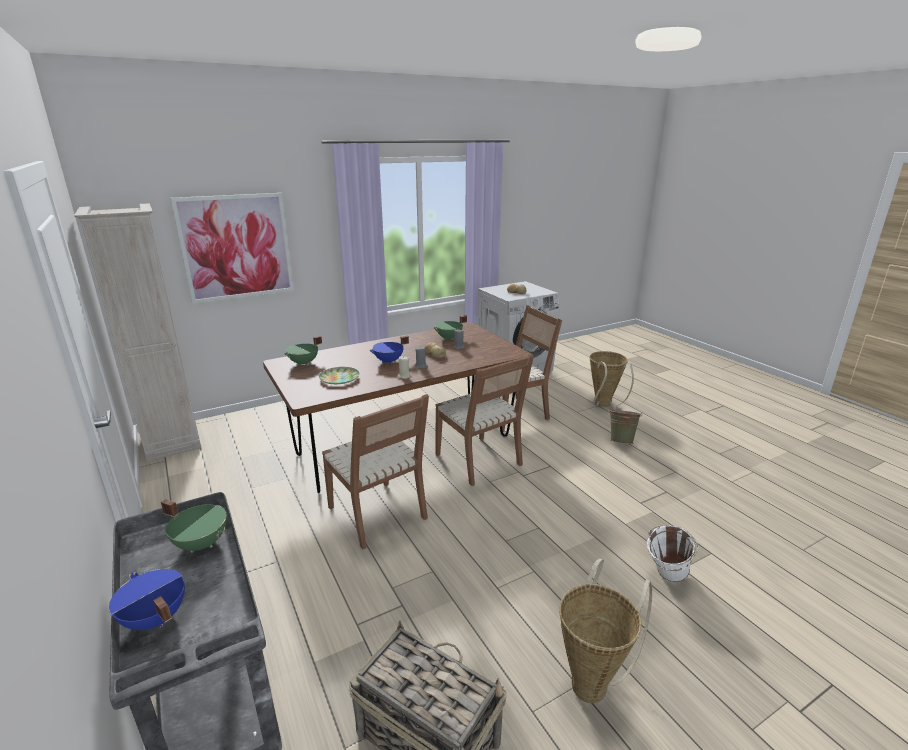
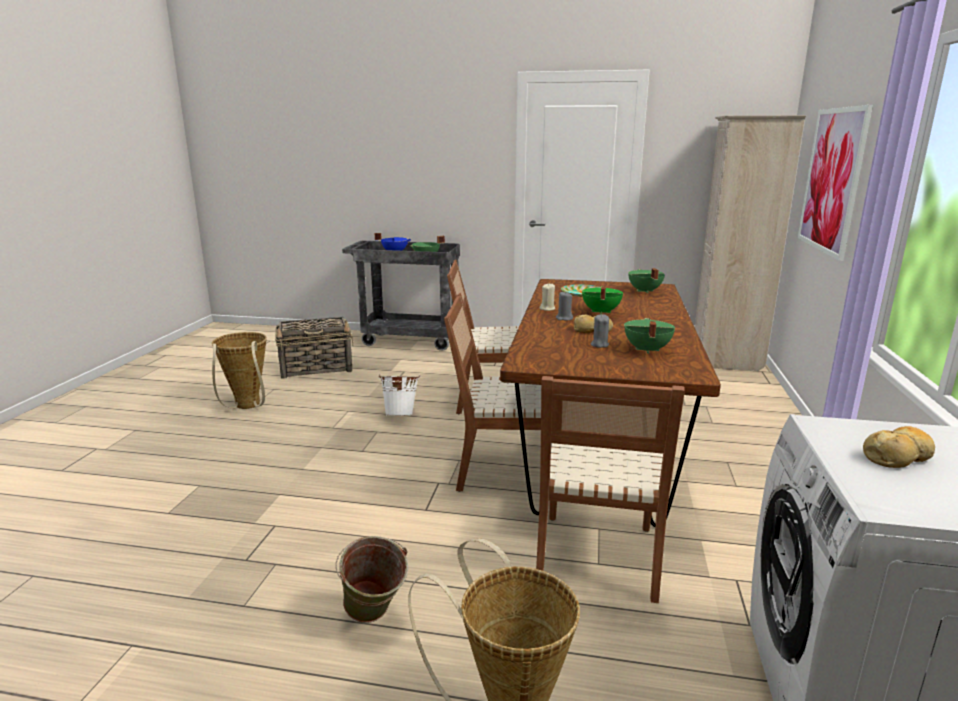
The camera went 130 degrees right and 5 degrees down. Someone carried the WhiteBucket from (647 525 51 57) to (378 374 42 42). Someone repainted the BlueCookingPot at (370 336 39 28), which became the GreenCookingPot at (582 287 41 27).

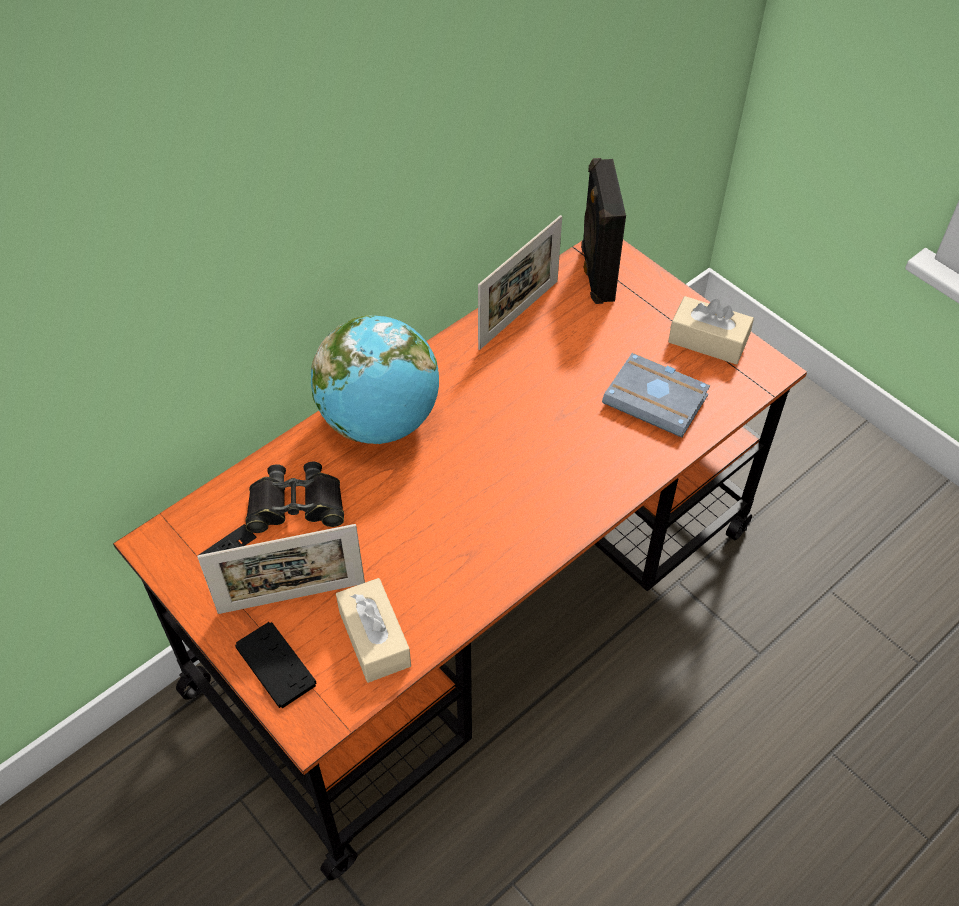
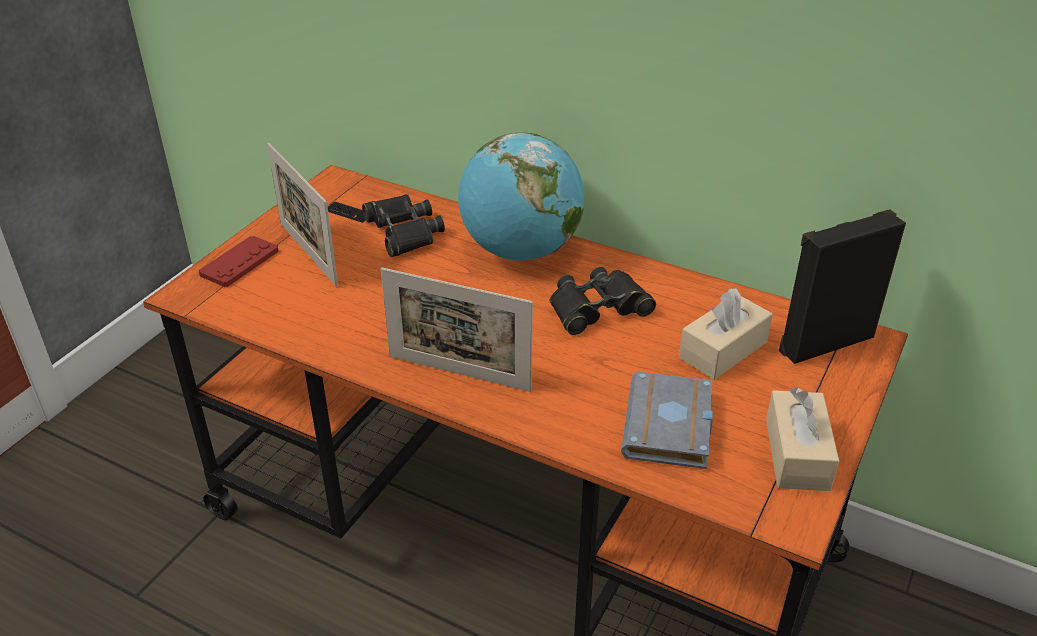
The camera went 70 degrees right and 15 degrees down. Someone repainted the BlackGameController at (235 622 81 86), which became the RedGameController at (199 236 80 51). Someone carried the PictureFrame from (478 215 84 135) to (381 268 152 124). Someone put down the BlackBinoculars at (550 267 106 68). Someone carried the BeigeTissueBox from (336 578 75 105) to (679 288 94 92).

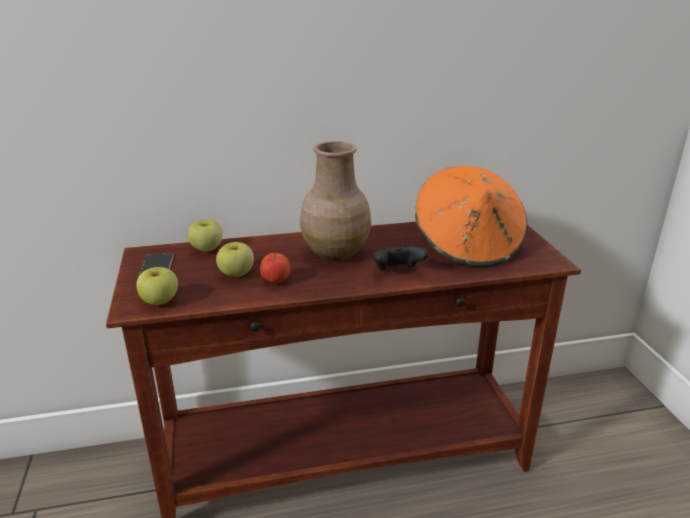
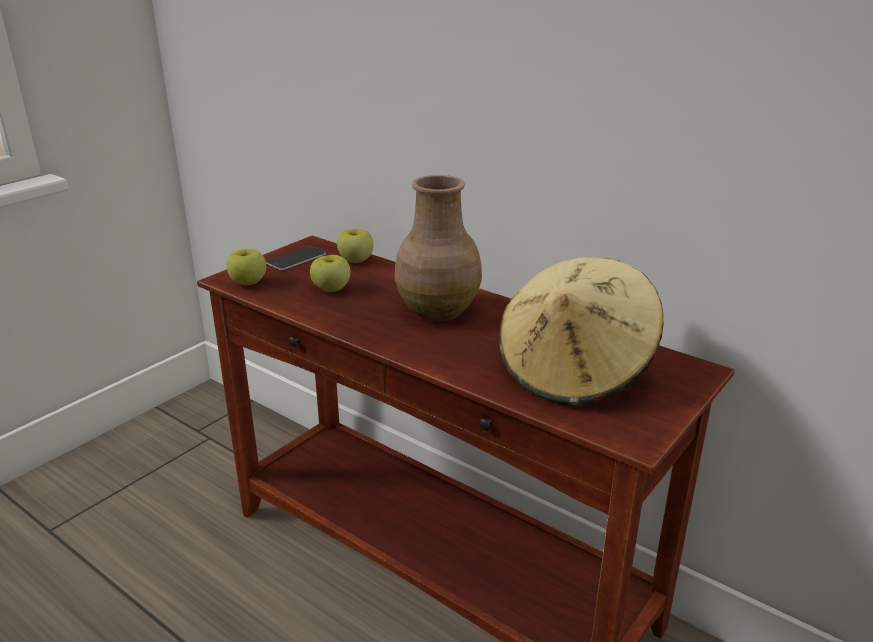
The camera went 50 degrees right and 0 degrees up. Someone repainted the OrangeHat at (415 166 113 101), which became the BeigeHat at (499 257 164 149). Someone took away the Apple at (260 253 31 31). Someone took away the BlackGameController at (373 244 55 26).

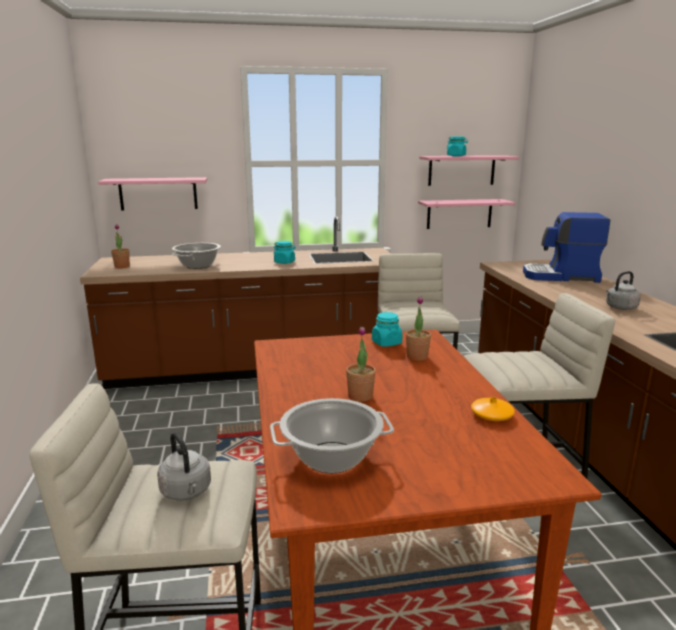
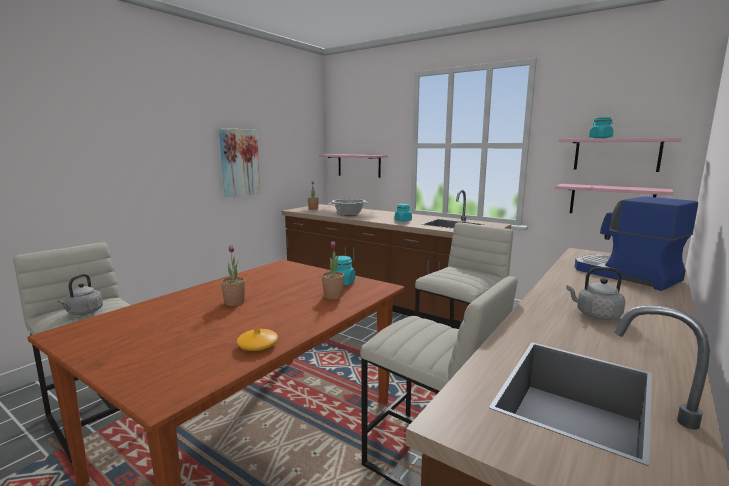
The camera went 45 degrees right and 5 degrees down. Someone put up the Picture at (219 128 42 70). Someone took away the CookingPot at (270 398 124 75).

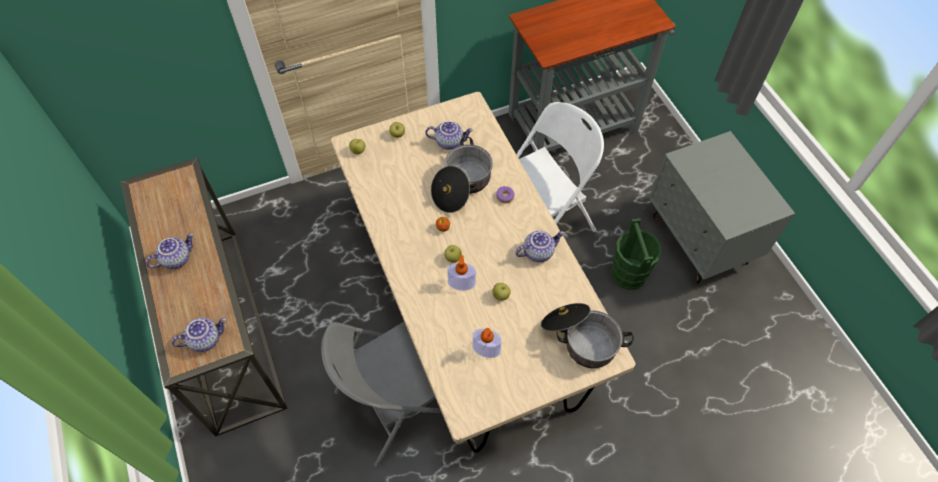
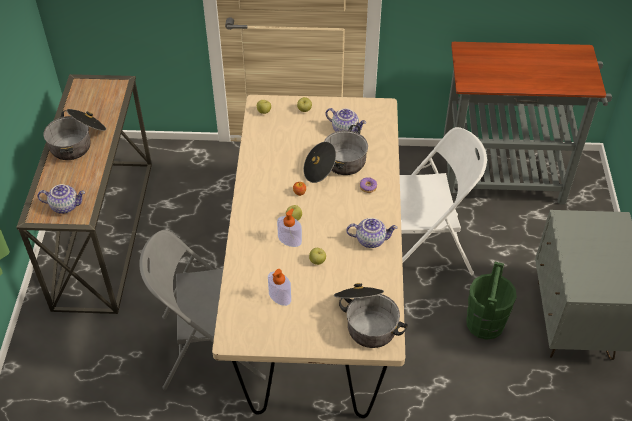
The camera went 25 degrees right and 10 degrees down. Someone swapped the Teapot at (146 233 48 36) for the CookingPot at (43 109 63 51).

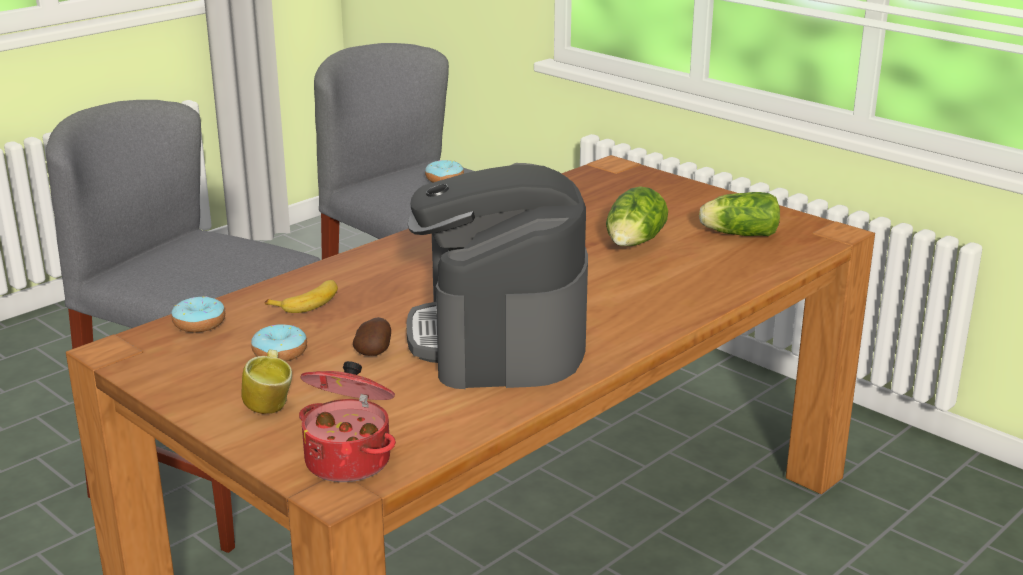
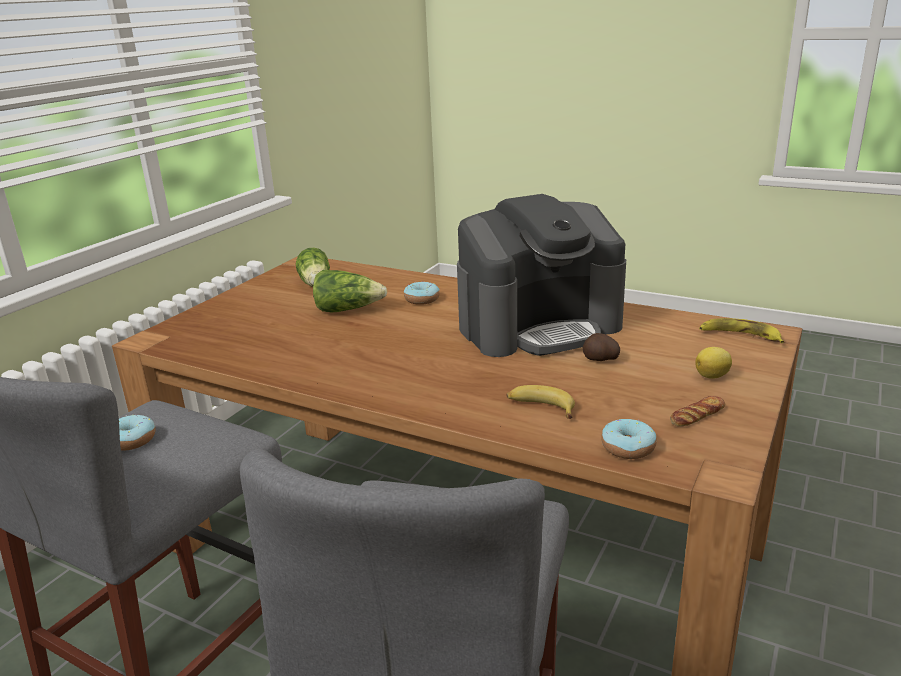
The camera went 105 degrees left and 0 degrees up. Someone carried the Donut from (251 324 56 38) to (404 281 36 24). Someone put down the Bread at (670 396 55 31). Someone swapped the Mug at (241 349 51 65) for the Lemon at (695 347 37 32). Someone swapped the CookingPot at (299 361 97 121) for the Banana at (699 318 85 25).

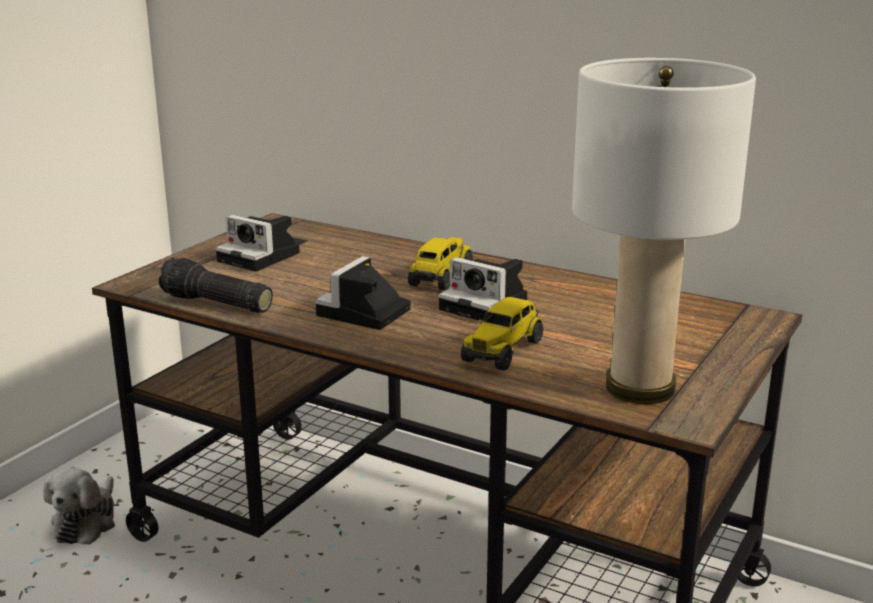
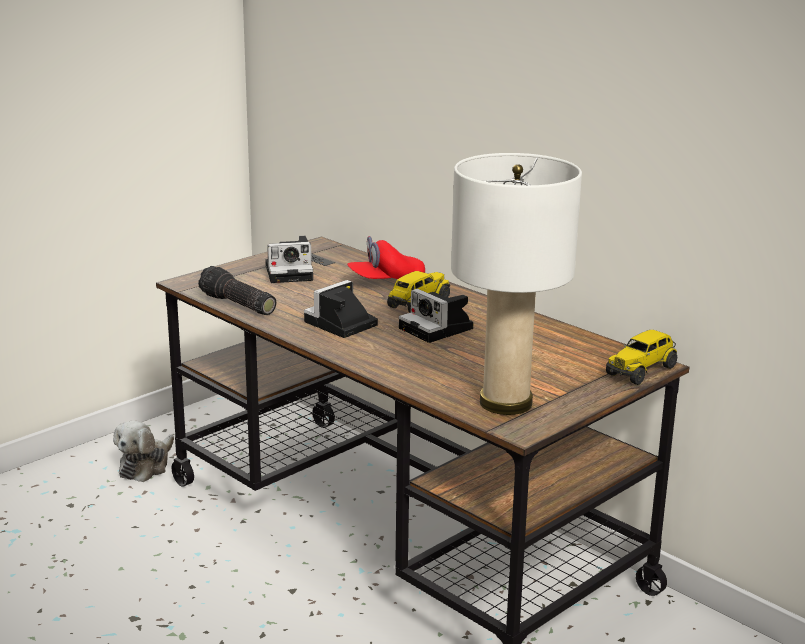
The camera went 15 degrees right and 0 degrees up. Someone rotated the PhotoCamera at (216 215 84 57) by 60 degrees counterclockwise. Someone put down the RedCap at (347 236 78 43). Someone carried the ToyTruck from (461 297 82 74) to (606 330 71 55).

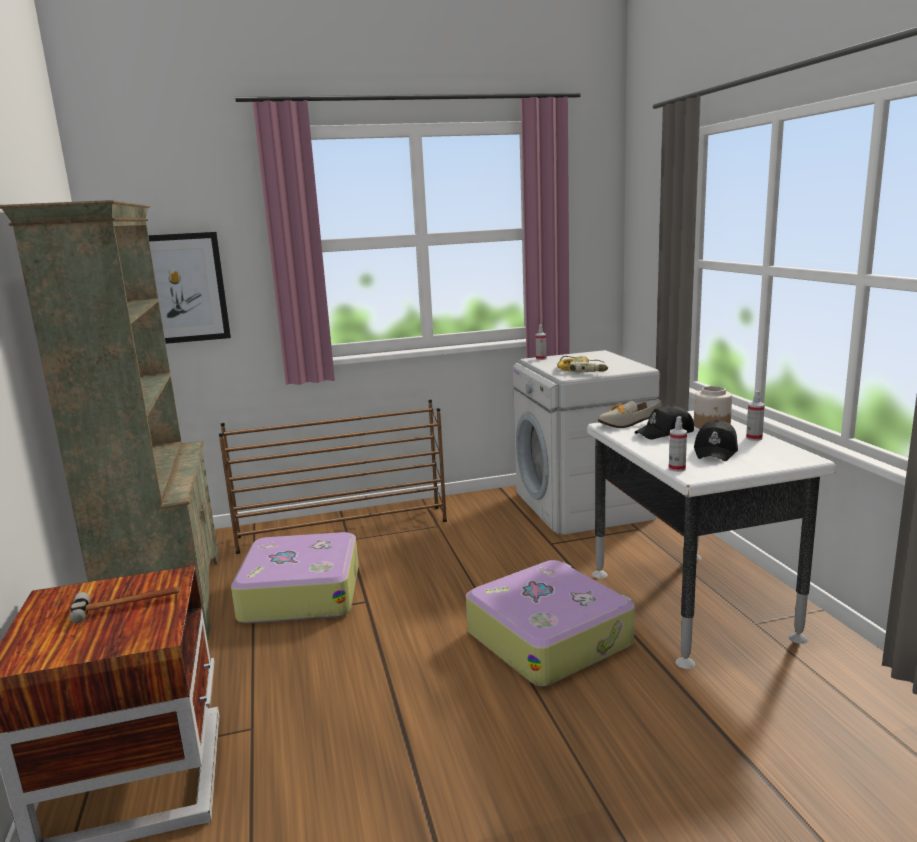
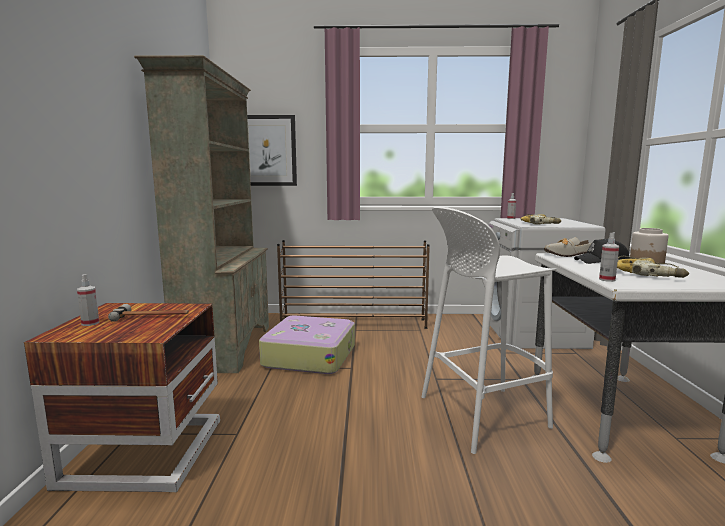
The camera went 15 degrees right and 5 degrees down. Someone carried the SprayBottle from (746 391 19 50) to (77 274 22 52). Someone swapped the Suitcase at (466 560 169 126) for the WhiteStool at (422 207 135 247). Someone swapped the BlackCap at (694 420 44 41) for the PowerDrill at (617 256 72 22).

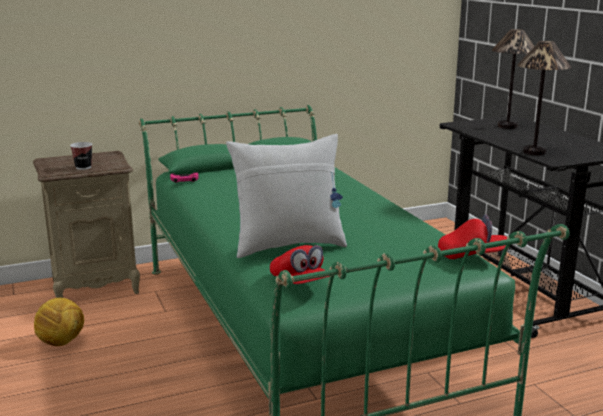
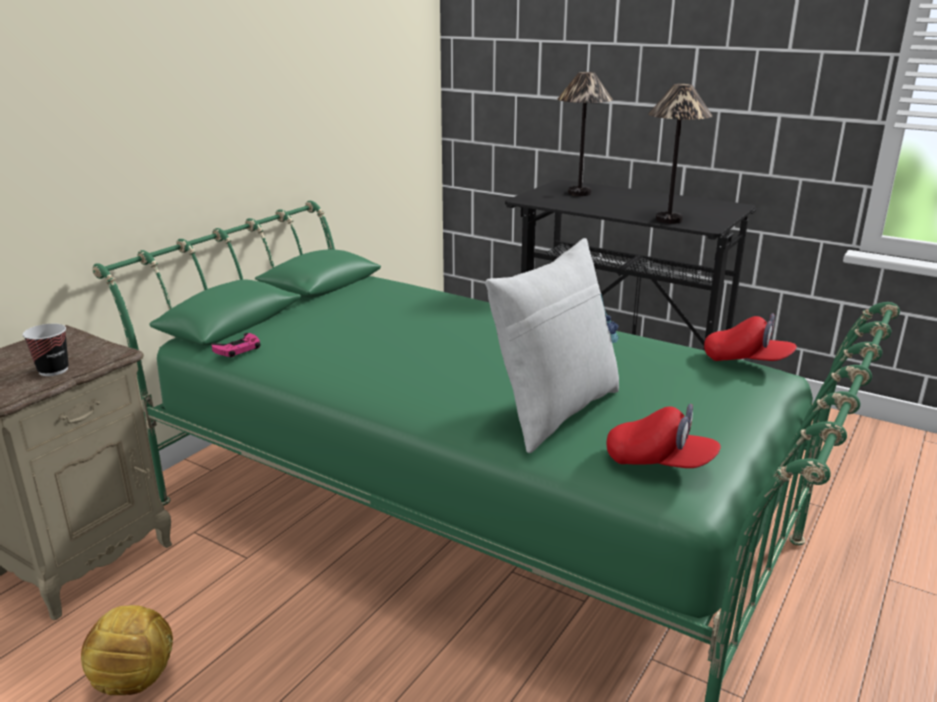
The camera went 35 degrees left and 5 degrees up. Someone rotated the RedCap at (438 215 69 44) by 60 degrees clockwise.

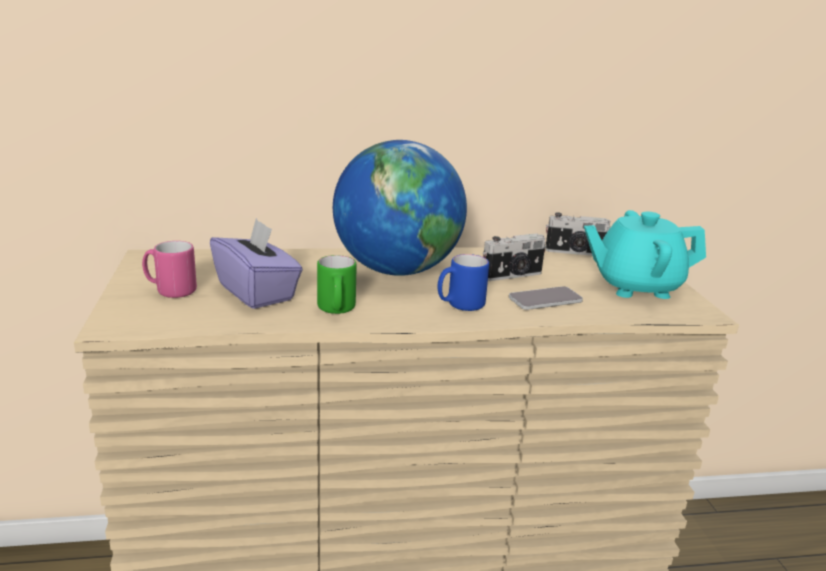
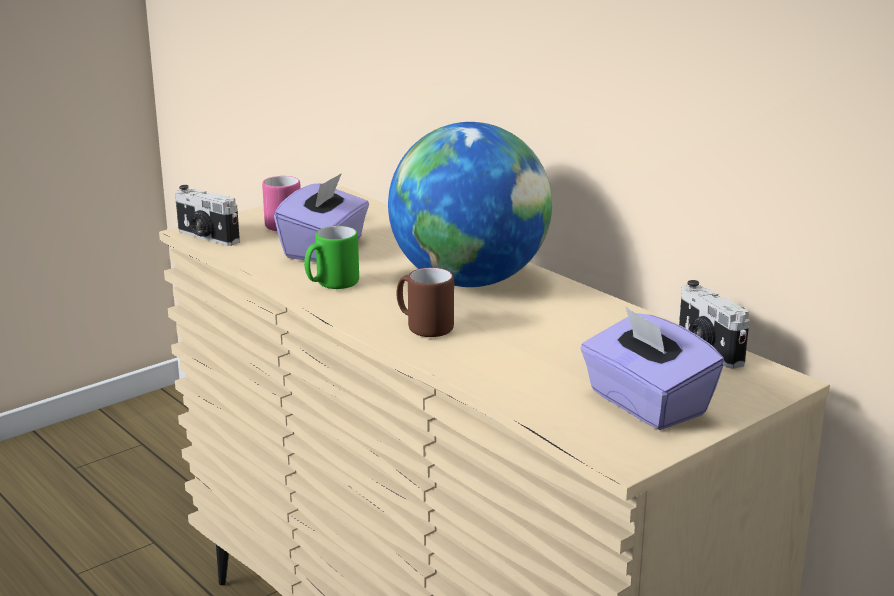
The camera went 60 degrees right and 0 degrees up. Someone carried the PhotoCamera from (483 233 63 48) to (175 185 65 61). Someone repainted the BlueMug at (437 254 52 57), which became the BrownMug at (396 268 58 69). Someone swapped the TurquoiseTeapot at (584 210 122 89) for the PurpleTissueBox at (580 306 145 124). Someone took away the Phone at (509 286 74 24).

